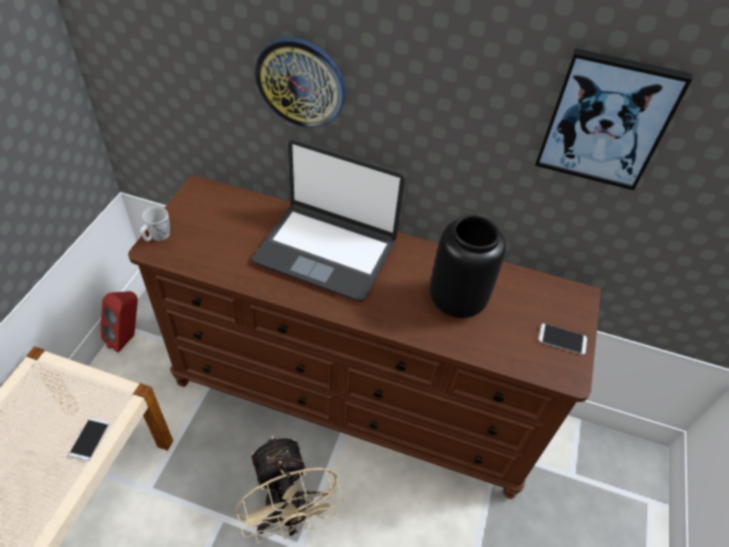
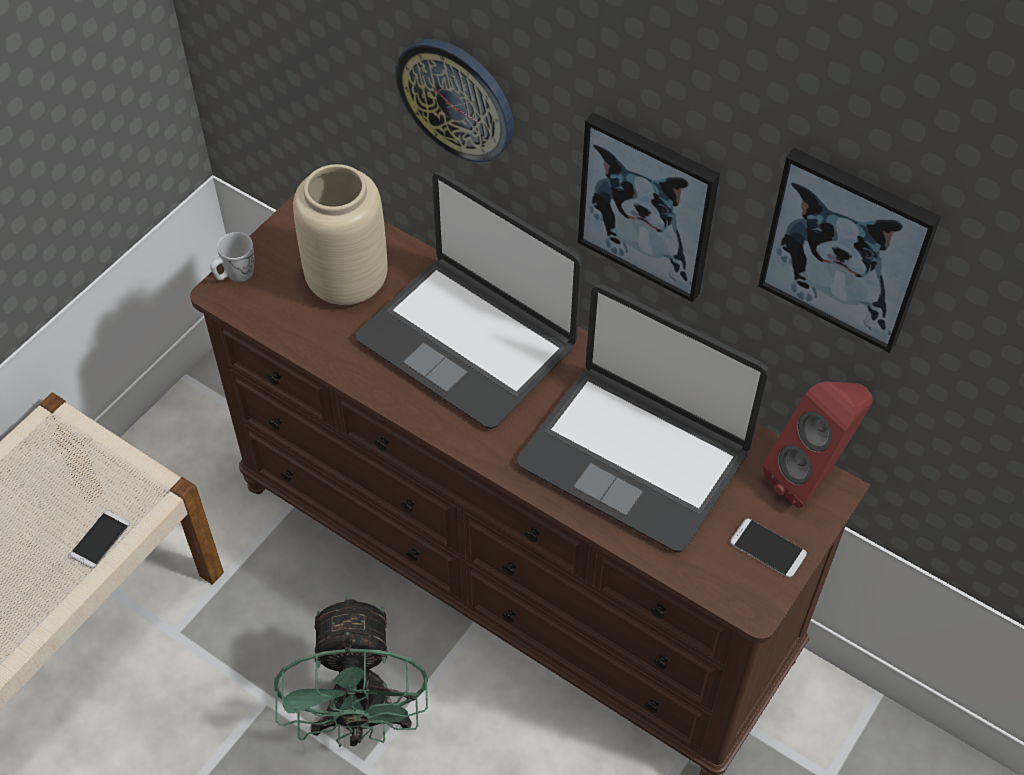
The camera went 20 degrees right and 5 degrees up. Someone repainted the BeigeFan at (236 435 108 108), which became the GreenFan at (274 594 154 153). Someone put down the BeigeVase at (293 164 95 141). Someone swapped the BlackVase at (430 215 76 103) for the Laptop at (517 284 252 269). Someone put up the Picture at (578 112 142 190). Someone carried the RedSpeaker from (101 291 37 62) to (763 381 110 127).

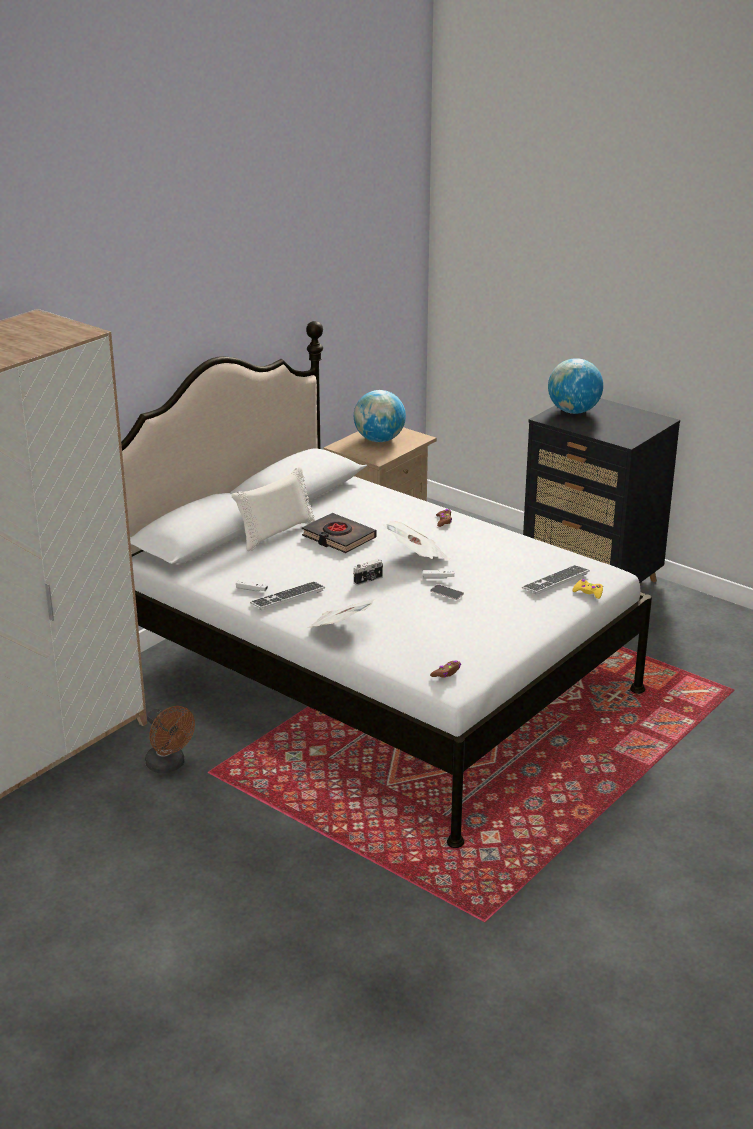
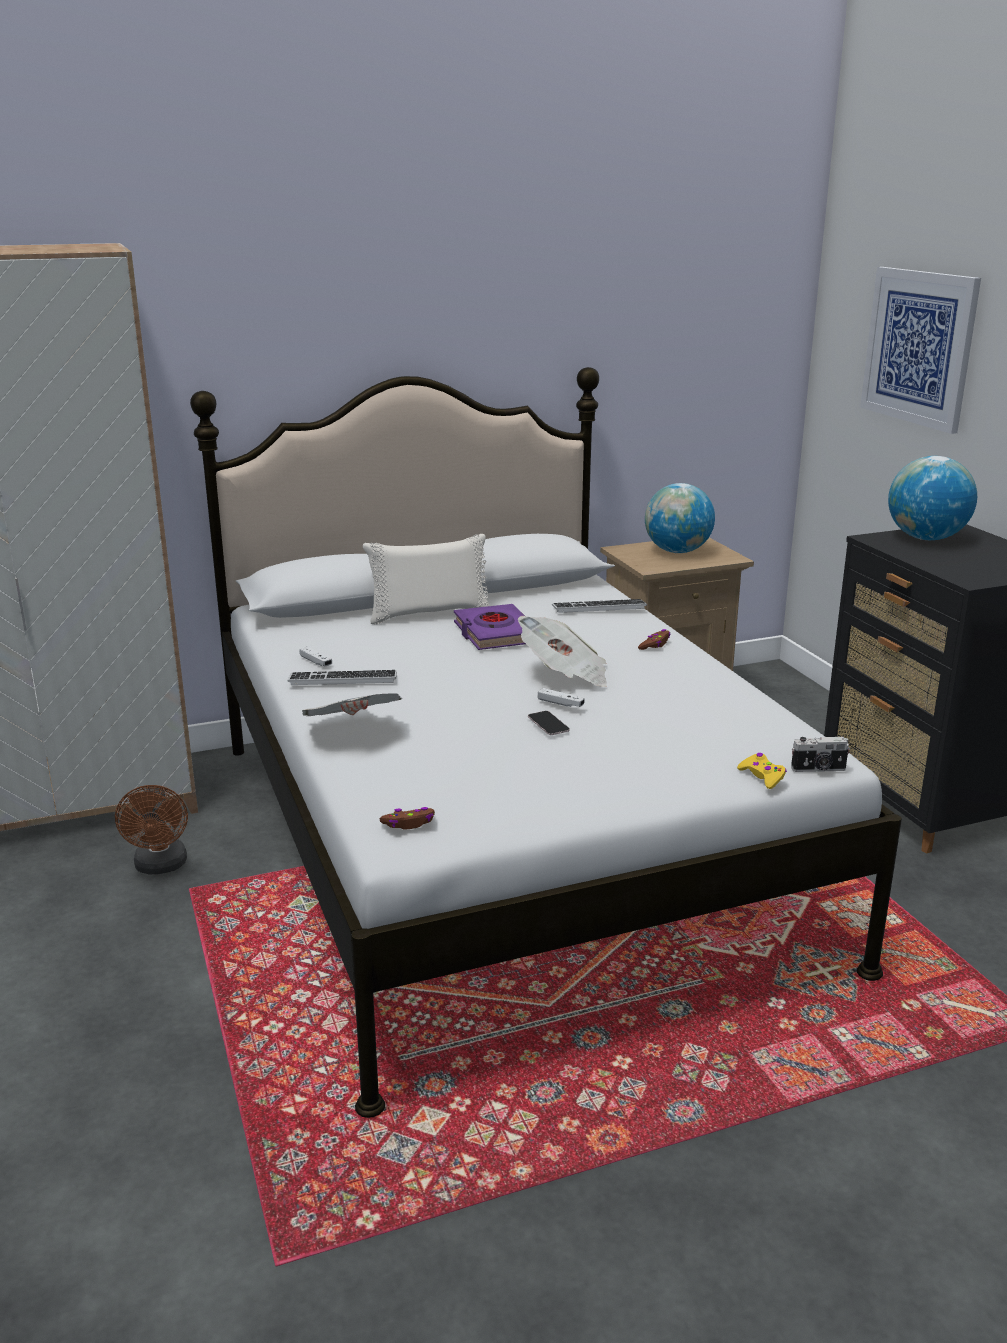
The camera went 30 degrees right and 5 degrees down. Someone repainted the BlackBook at (302 513 74 40), which became the PurpleBook at (454 604 72 46). Someone carried the Keyboard from (522 565 67 30) to (552 599 95 14). Someone carried the PhotoCamera from (353 559 30 26) to (791 737 59 35). Someone put up the Picture at (860 267 121 167).

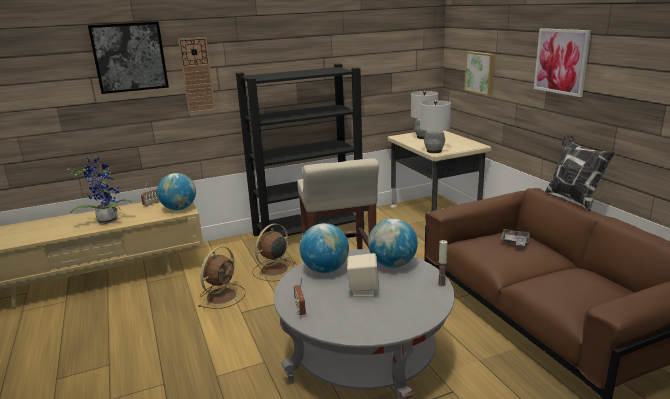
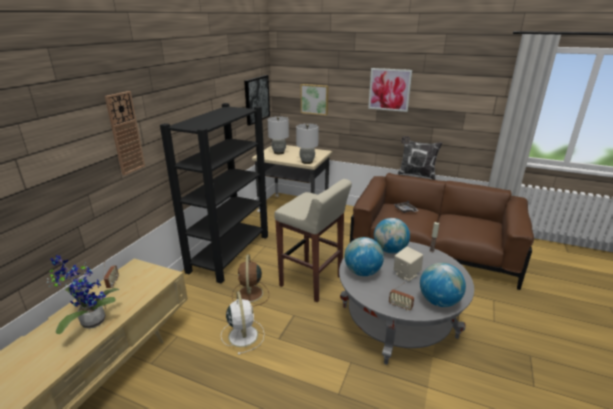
The camera went 45 degrees left and 5 degrees up. Someone repainted the BrownFan at (198 246 48 63), which became the WhiteFan at (221 291 44 64). Someone carried the Picture from (88 22 81 72) to (244 75 26 50). Someone carried the Globe from (157 173 39 37) to (420 263 46 44).

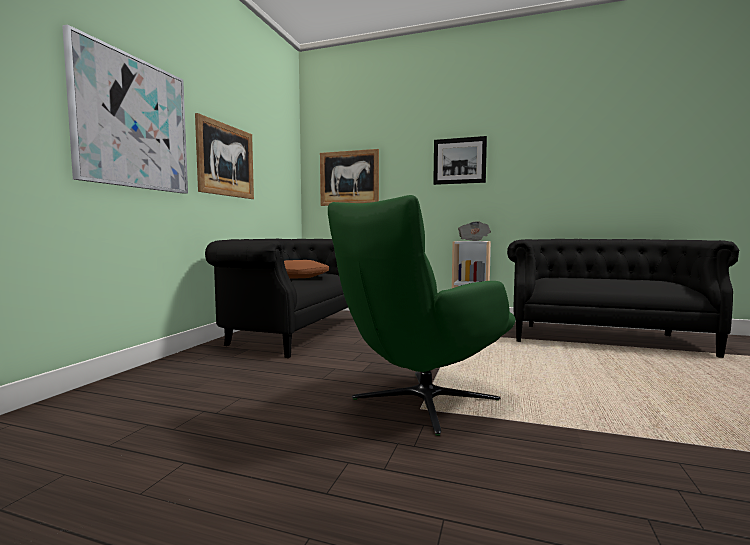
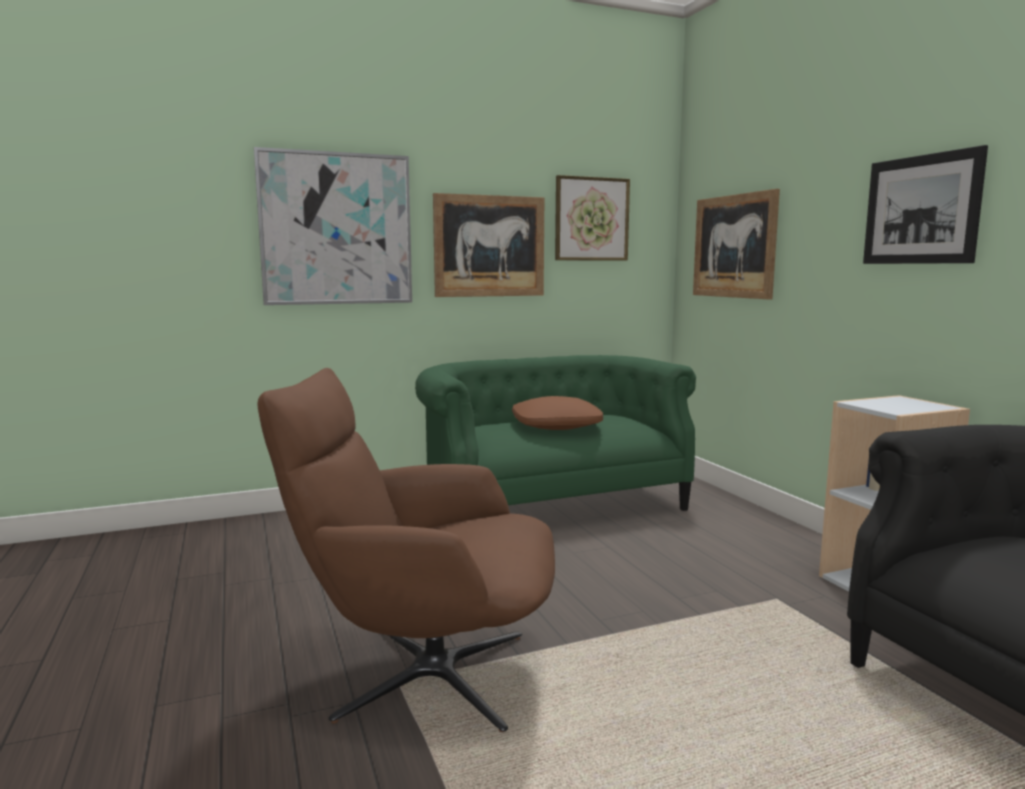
The camera went 50 degrees right and 5 degrees up. Someone repainted the GreenArmchair at (328 195 187 241), which became the BrownArmchair at (258 368 297 364). Someone repainted the BlackSofa at (205 239 143 119), which became the GreenSofa at (415 355 281 156). Someone put up the Picture at (555 175 75 86). Someone took away the Newspaper at (458 221 33 20).

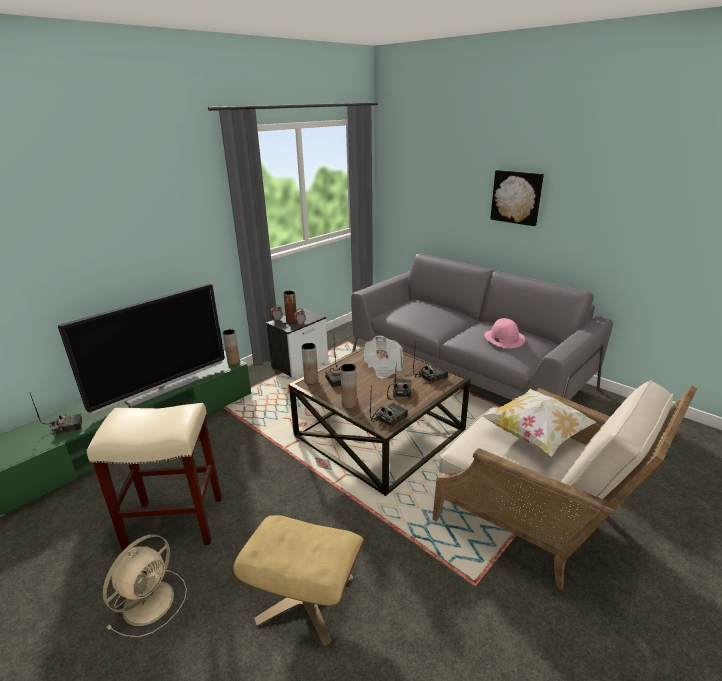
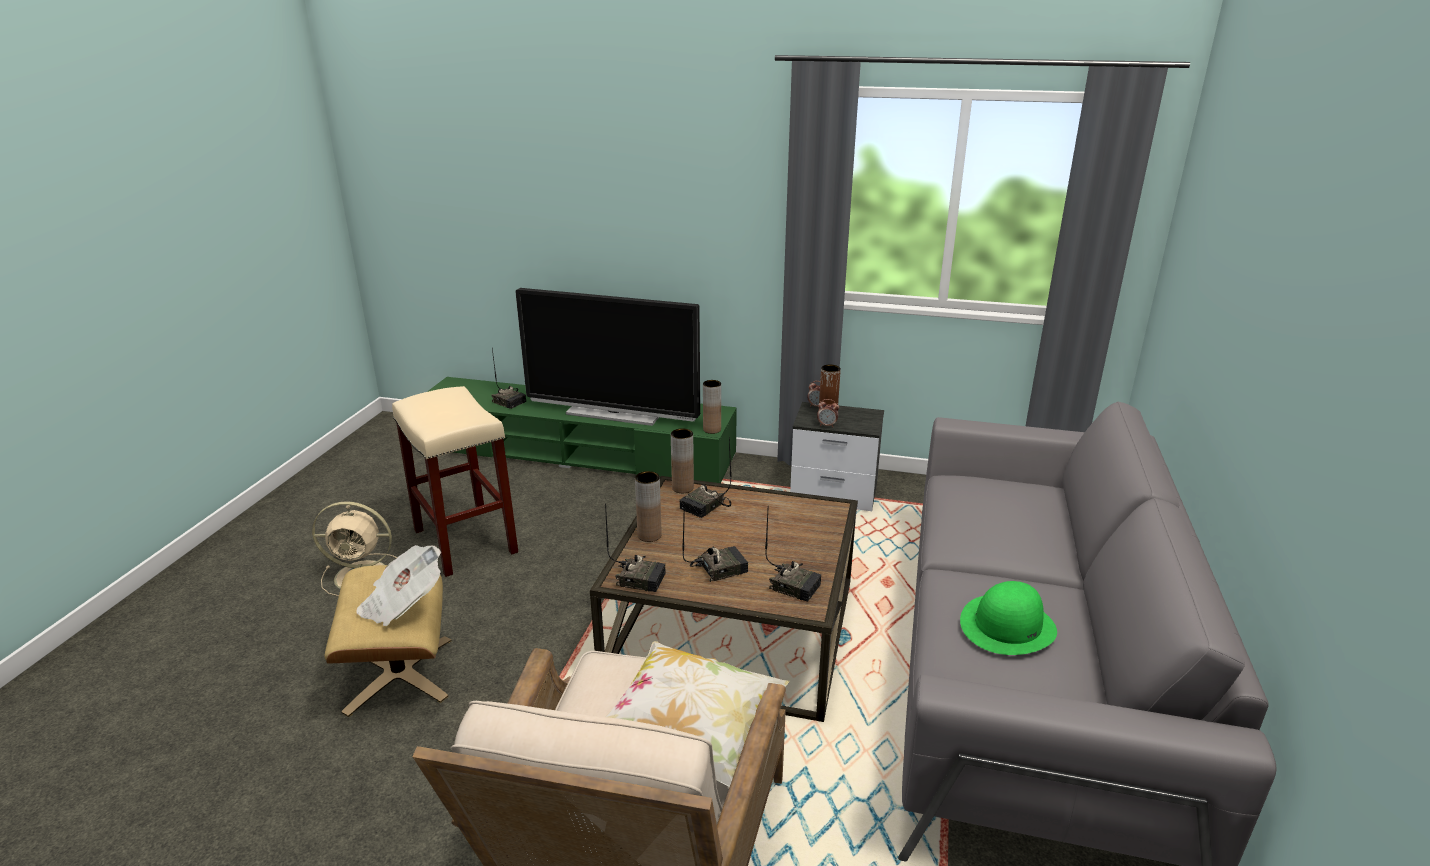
The camera went 60 degrees right and 0 degrees up. Someone carried the Newspaper from (363 336 40 43) to (357 545 84 81). Someone repainted the PinkHat at (484 318 41 30), which became the GreenHat at (960 581 97 74). Someone took away the Picture at (490 170 54 56).

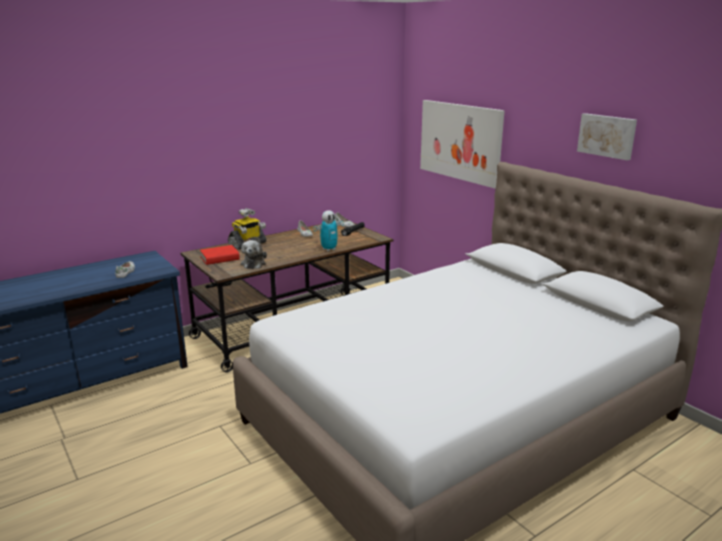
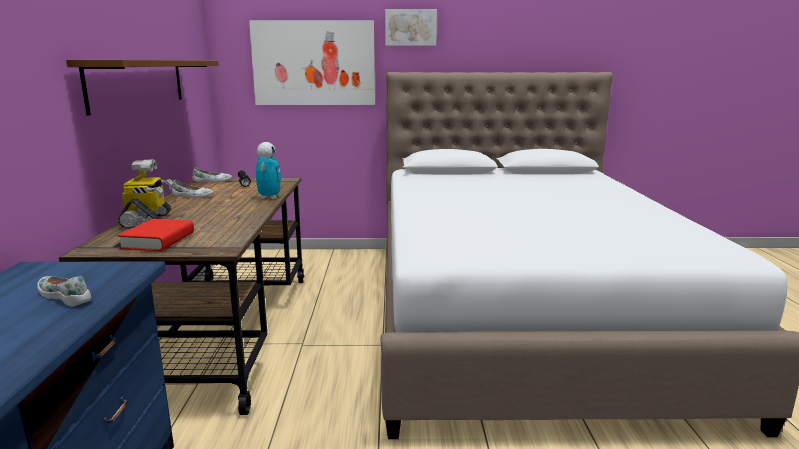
The camera went 55 degrees left and 5 degrees down. Someone put up the BrownShelf at (66 60 153 55). Someone carried the Picture from (577 113 60 47) to (385 9 52 37). Someone took away the PlushToy at (241 240 26 29).

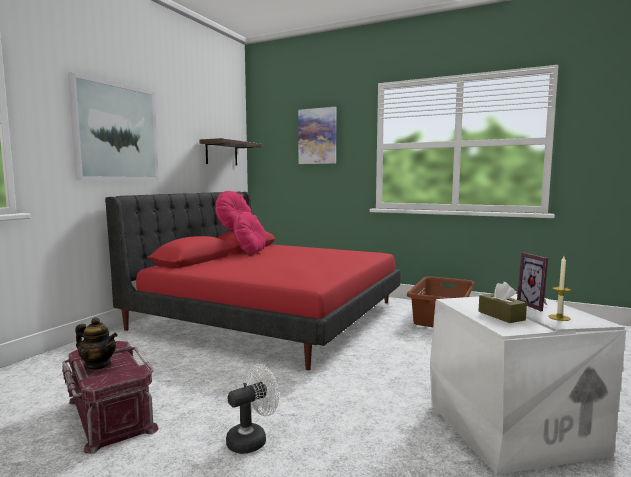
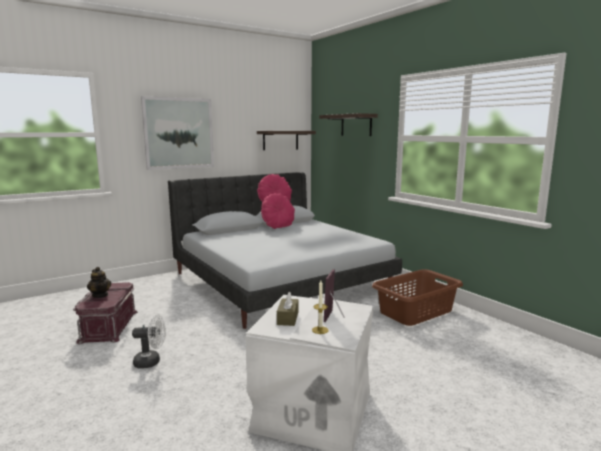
The camera went 30 degrees right and 5 degrees up. Someone repainted the RedBed at (105 192 296 178), which became the GreyBed at (168 172 234 157). Someone swapped the Picture at (298 107 39 57) for the Shelf at (319 113 59 23).

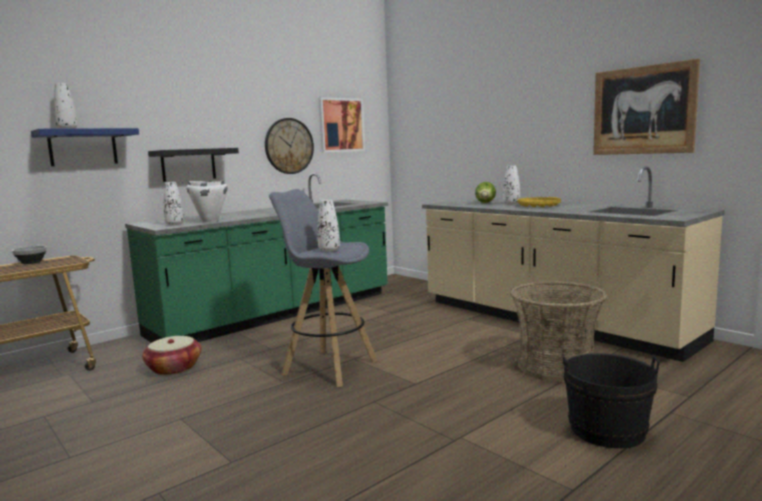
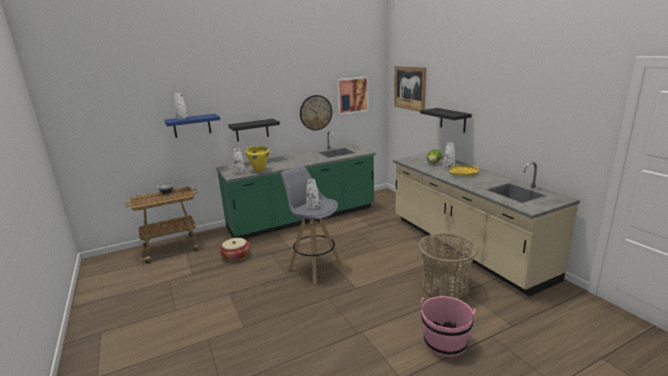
The camera went 15 degrees right and 10 degrees up. Someone repainted the WhiteCookingPot at (187 181 41 42), which became the YellowCookingPot at (246 146 23 26). Someone carried the Picture from (593 59 107 96) to (394 66 32 46). Someone put up the BlackShelf at (420 108 52 25). Someone repainted the BlackBucket at (562 353 98 95), which became the PinkBucket at (421 296 54 61).

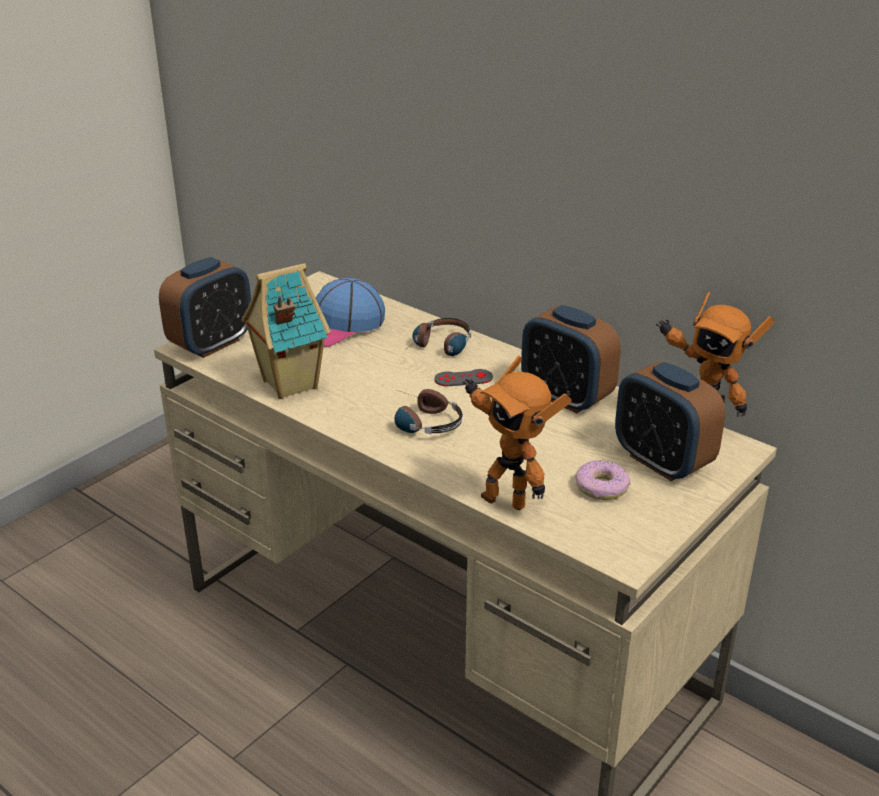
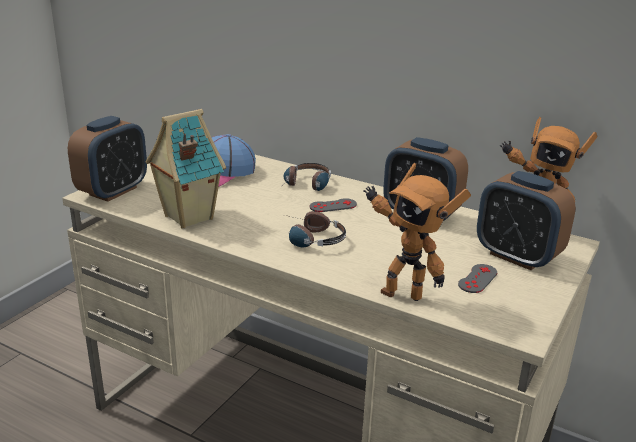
The camera went 10 degrees left and 5 degrees down. Someone swapped the Donut at (575 460 55 40) for the GreyGameController at (458 264 39 29).

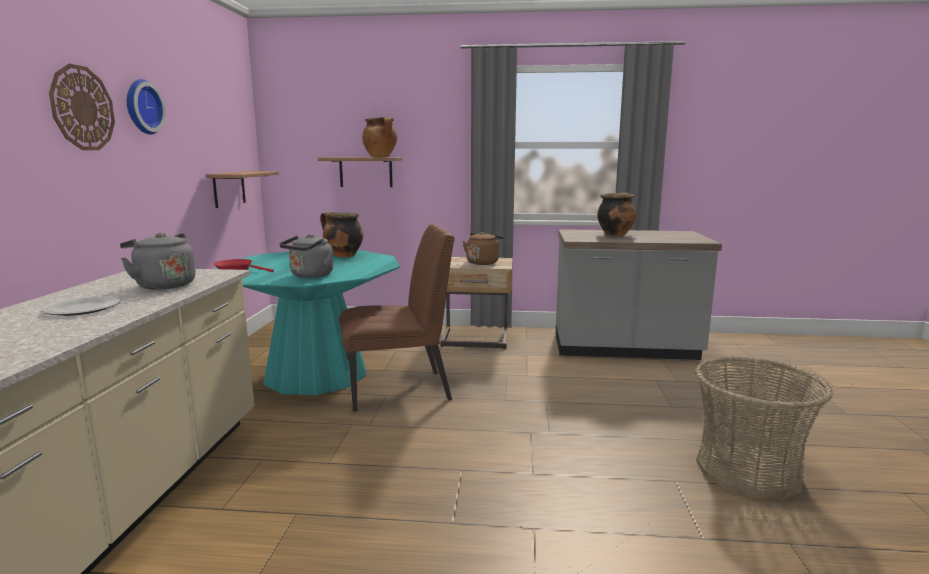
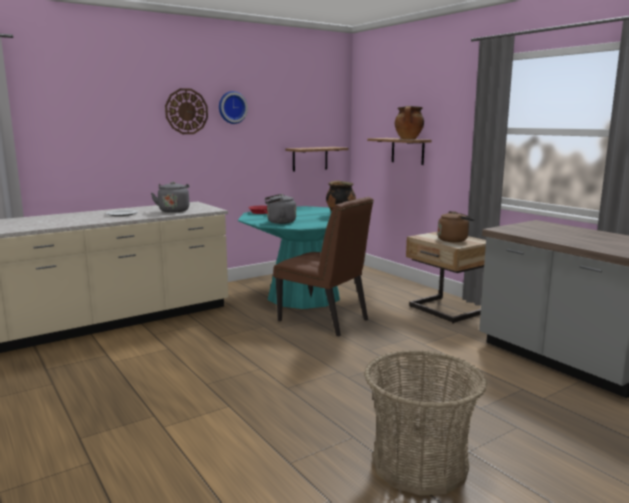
The camera went 50 degrees right and 0 degrees up. Someone took away the CookingPot at (597 193 39 43).

